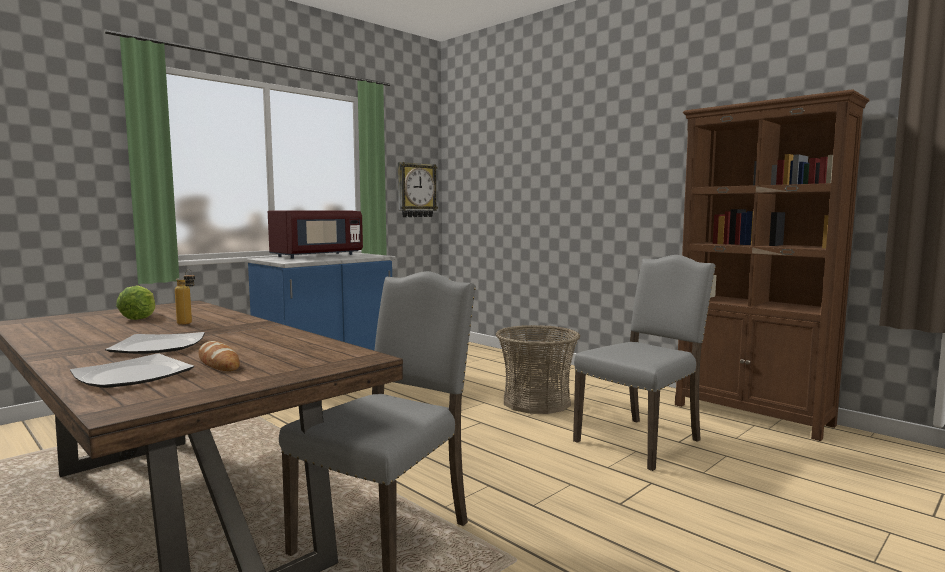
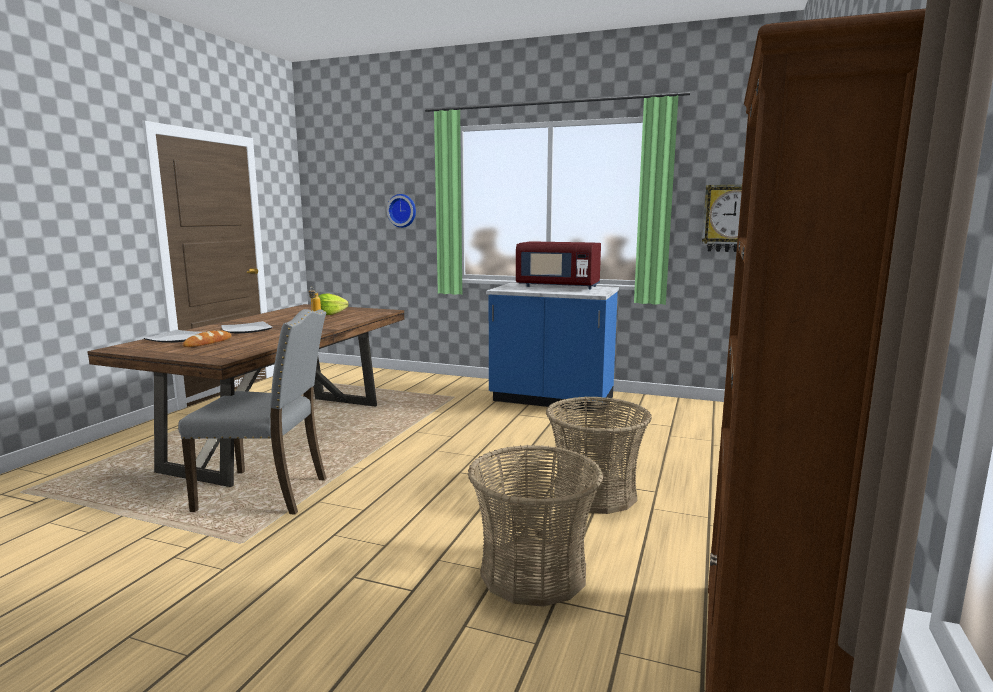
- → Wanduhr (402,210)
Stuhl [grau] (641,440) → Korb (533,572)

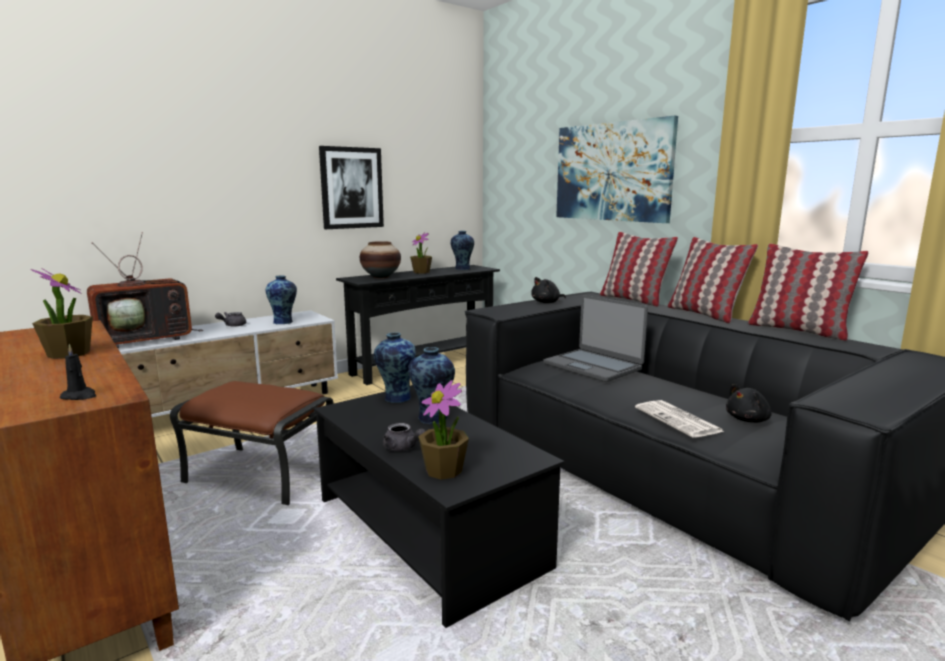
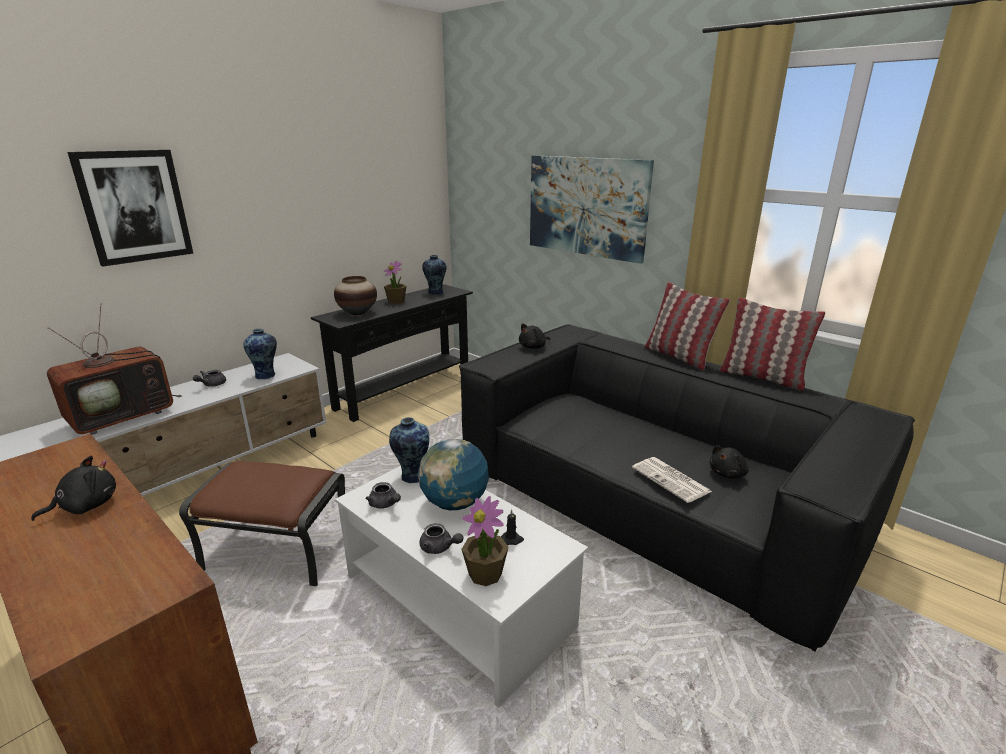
Topfpflanze (68,354) → Plüschtier [schwarz] (86,506)
Bild (351,188) → Bild (134,206), move
Couchtisch [schwarz] (428,533) → Couchtisch [weiß] (458,602)
- → Teekanne [grau] (385,504)
Vase (432,419) → Globus (455,503)
Kerze [schwarz] (79,396) → Kerze [schwarz] (512,539), move
Laptop (593,366) → -
Kissen (633,300) → -

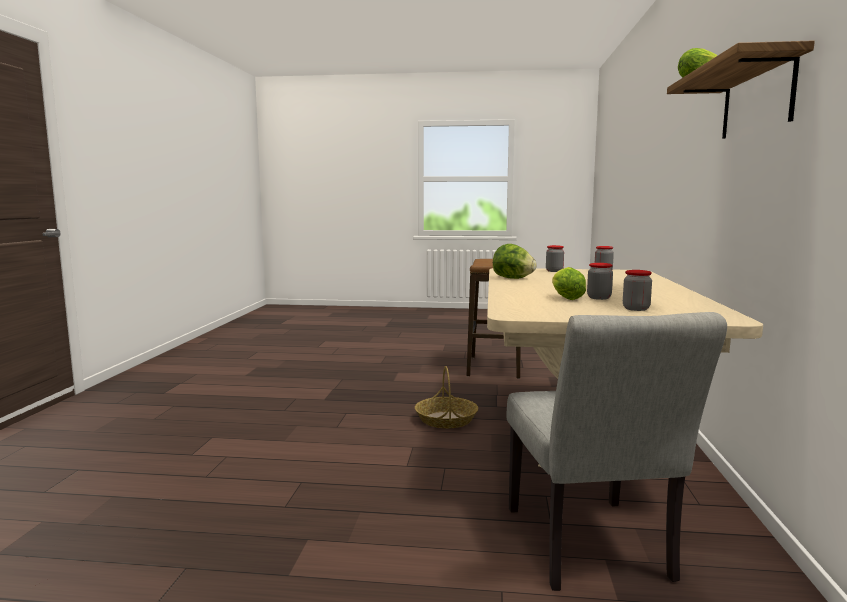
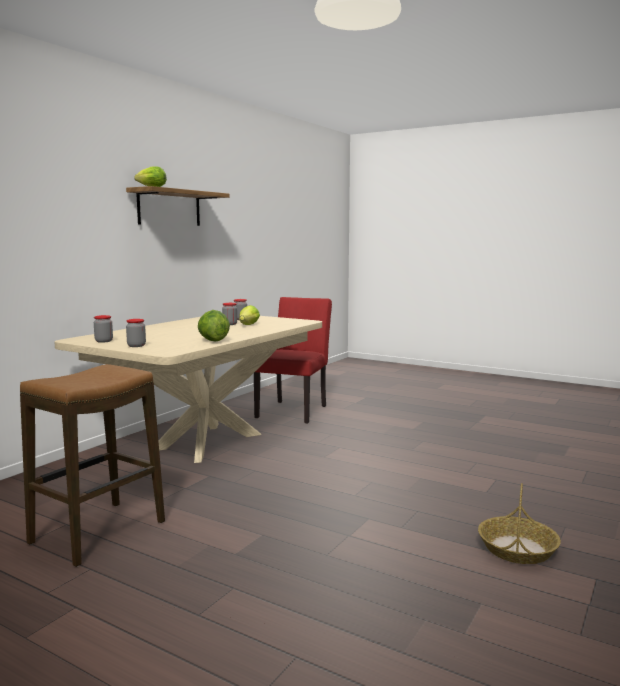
Stuhl [grau] (591,550) → Stuhl [rot] (294,410)
Korb (446,420) → Korb (517,549), move

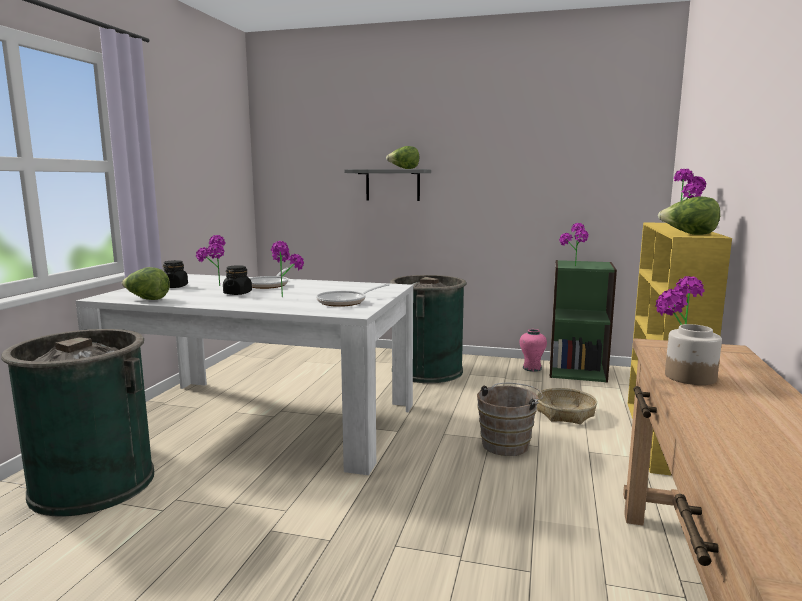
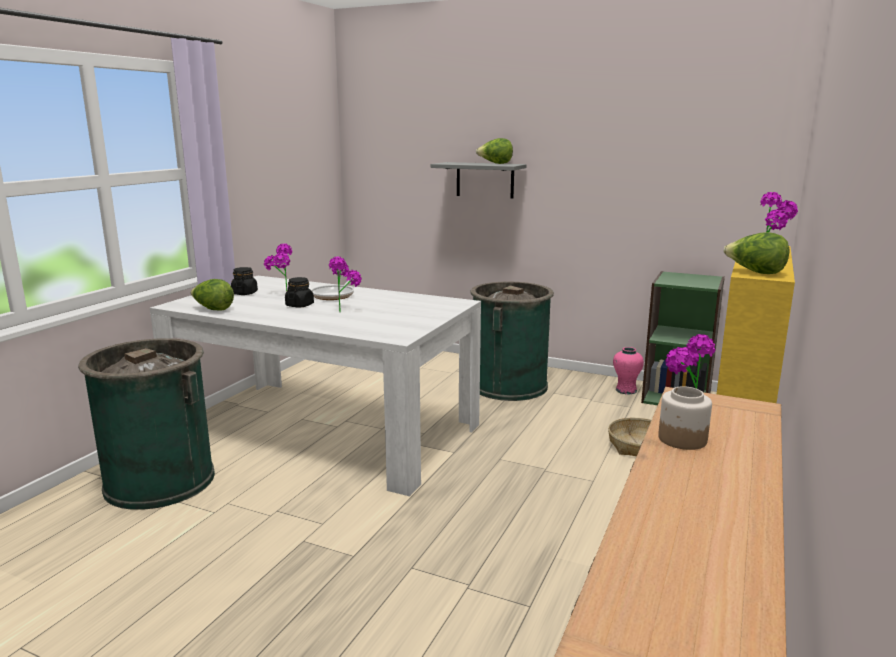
Pfanne (345,302) → -
Eimer [braun] (508,444) → -
Topfpflanze (573,266) → -

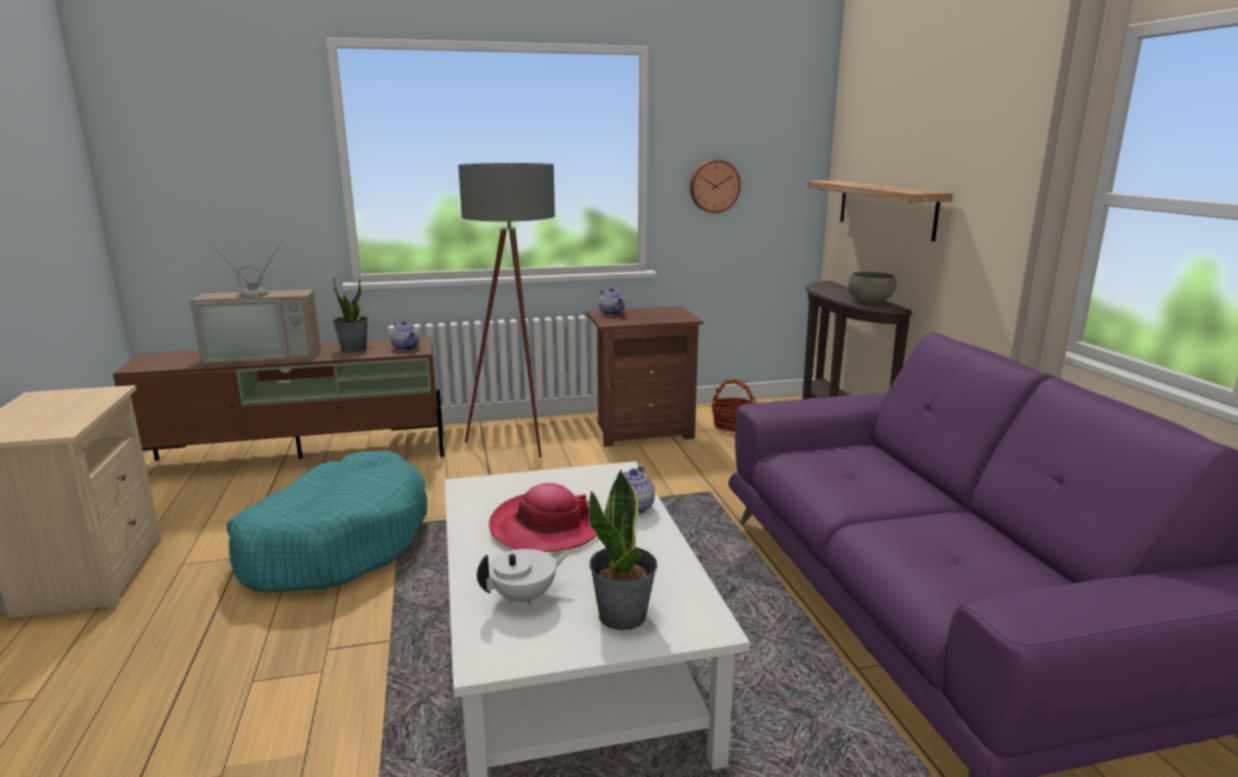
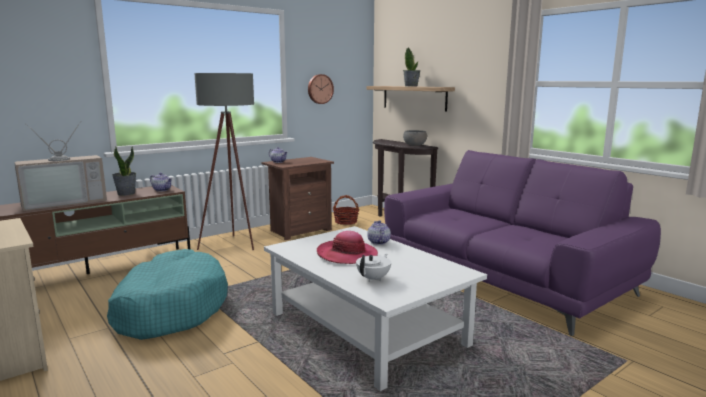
Topfpflanze (623,615) → Topfpflanze (411,86), move

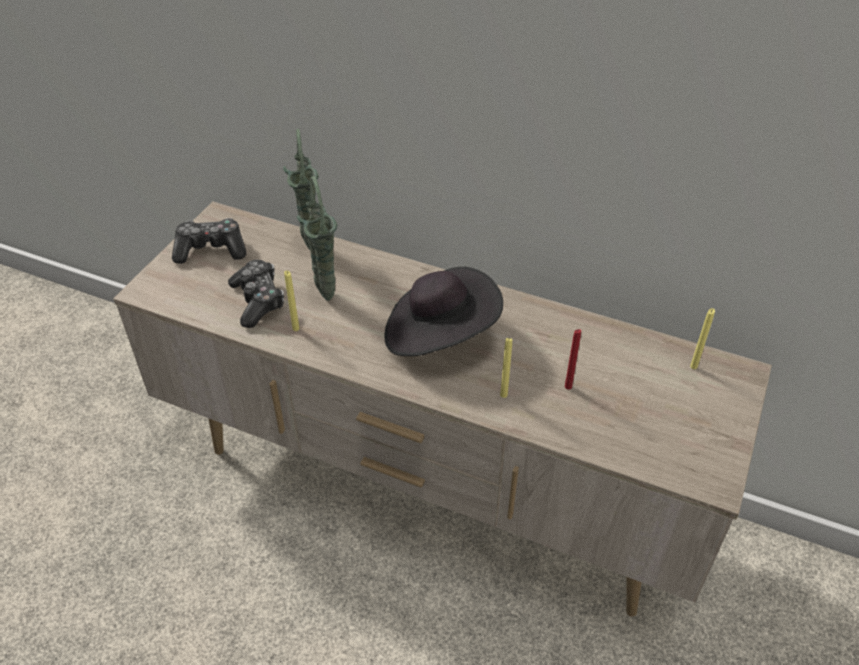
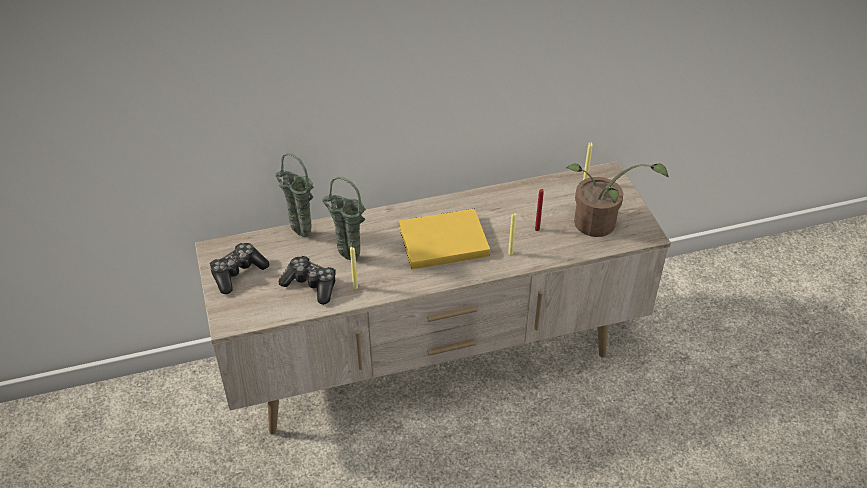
Hut [schwarz] (439,334) → Buch [gelb] (441,241)
- → Topfpflanze (599,226)

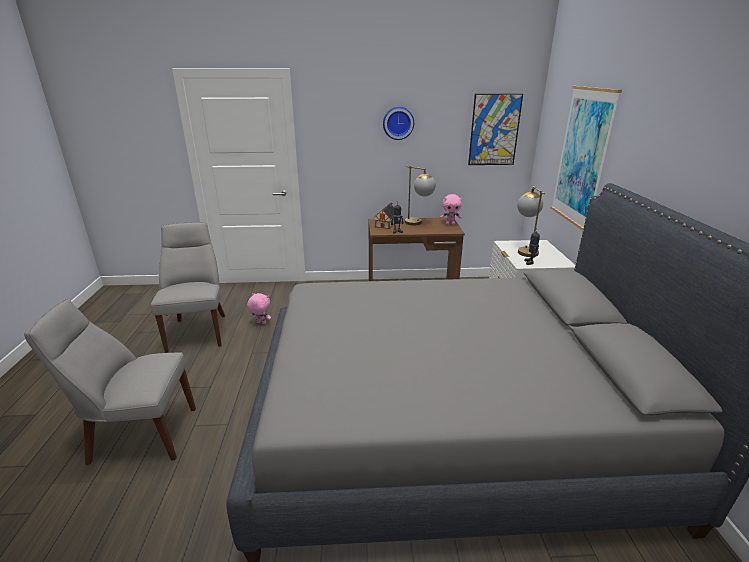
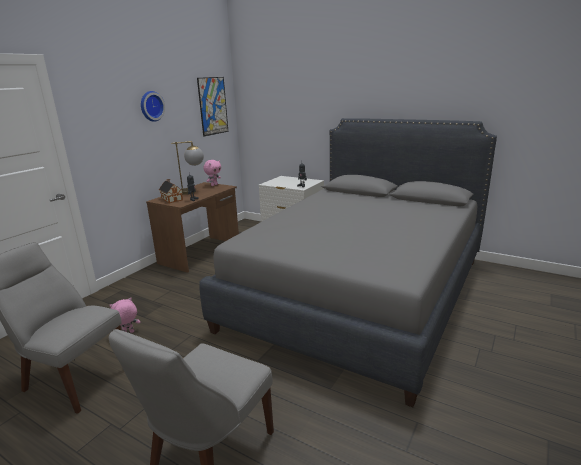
Tischlampe (524,250) → -
Bild (582,157) → -

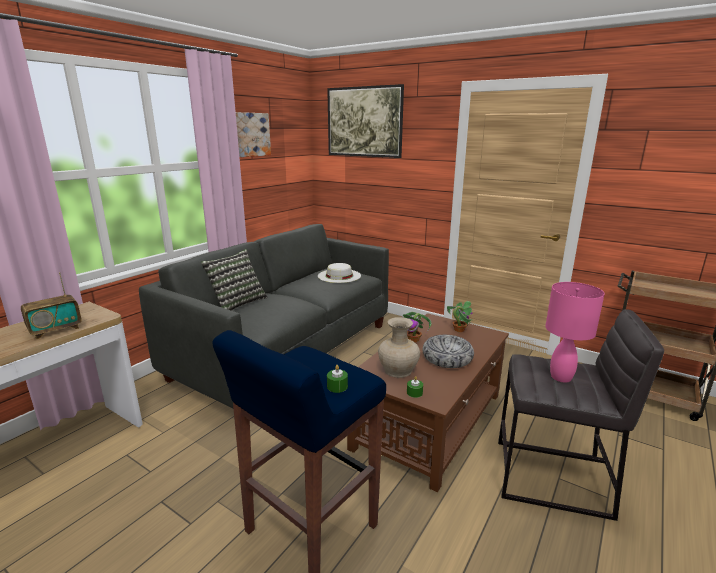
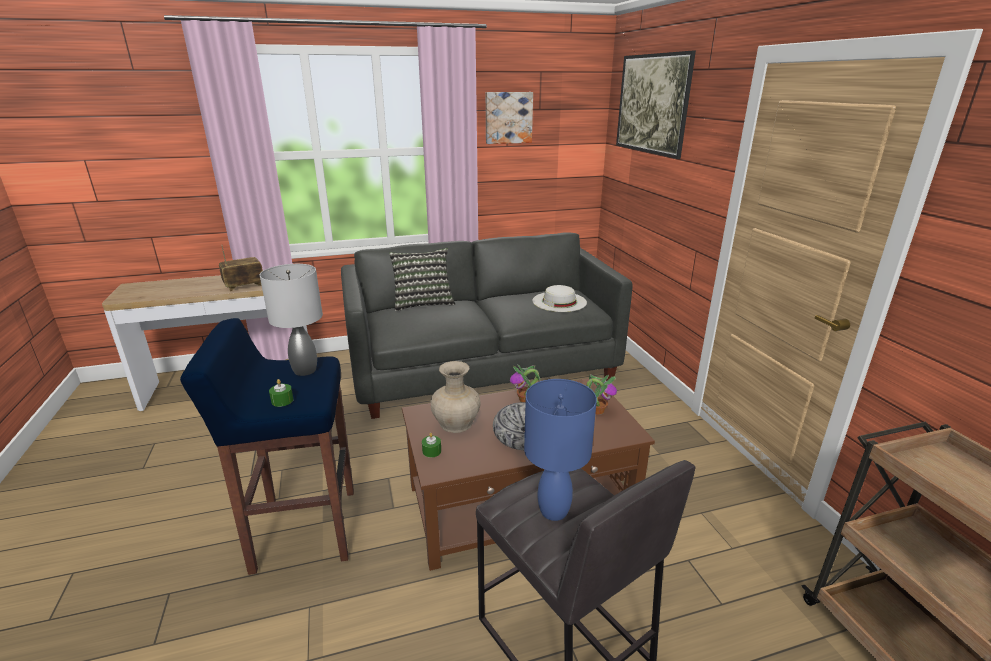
Radio (56,330) → Radio (244,286), 150 degrees clockwise
- → Tischlampe [grau] (304,371)
Tischlampe [rosa] (562,377) → Tischlampe [blau] (554,511)

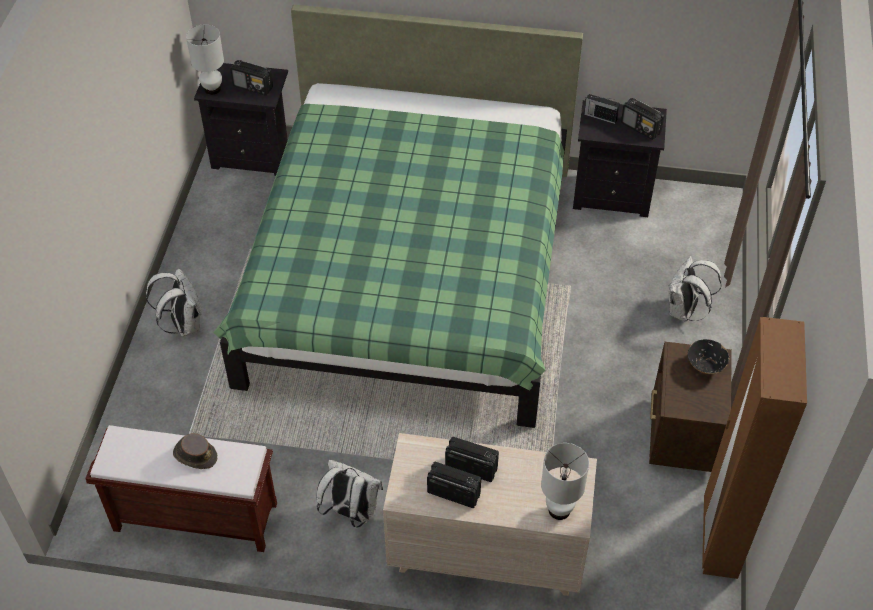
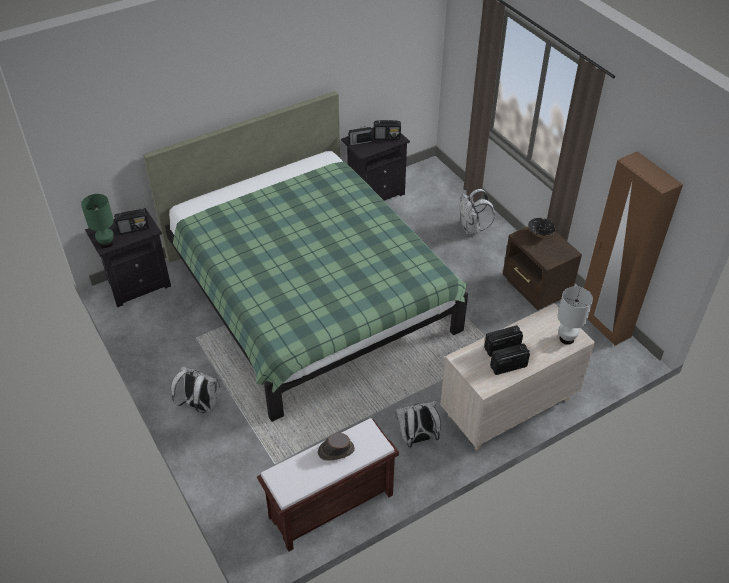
Tischlampe [weiß] (212,89) → Tischlampe [grün] (107,243)

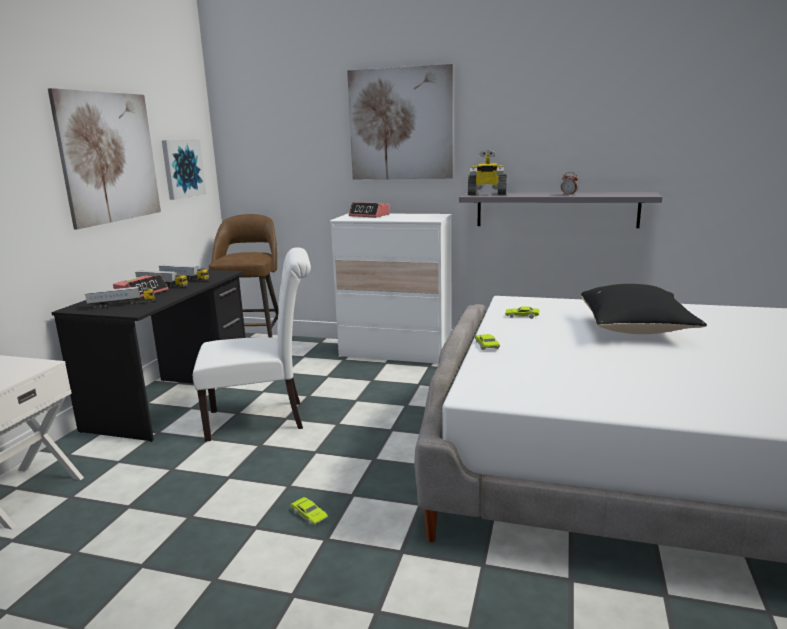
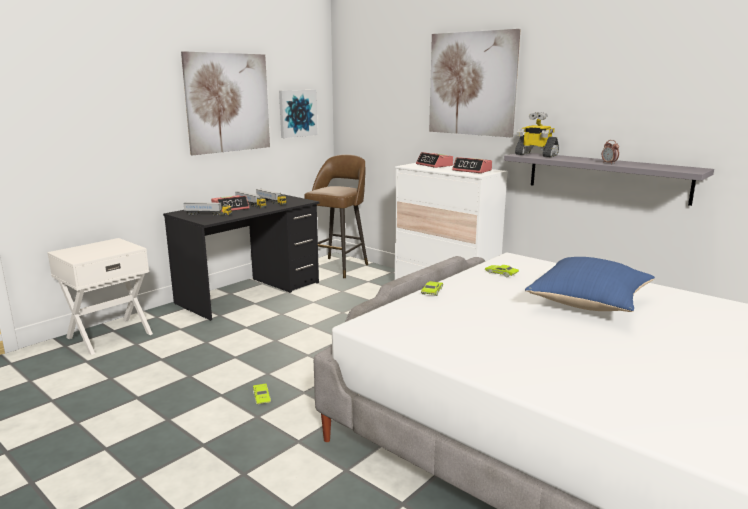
- → Wecker (472,170)
Kissen [schwarz] (636,330) → Kissen [blau] (589,305)
Stuhl [weiß] (263,419) → -

